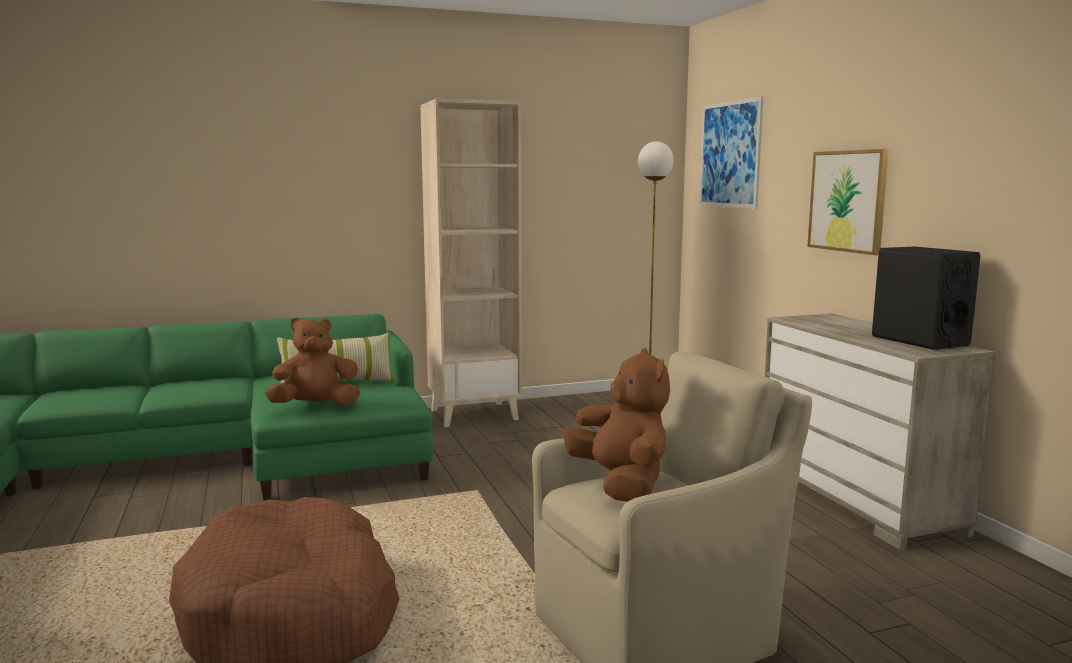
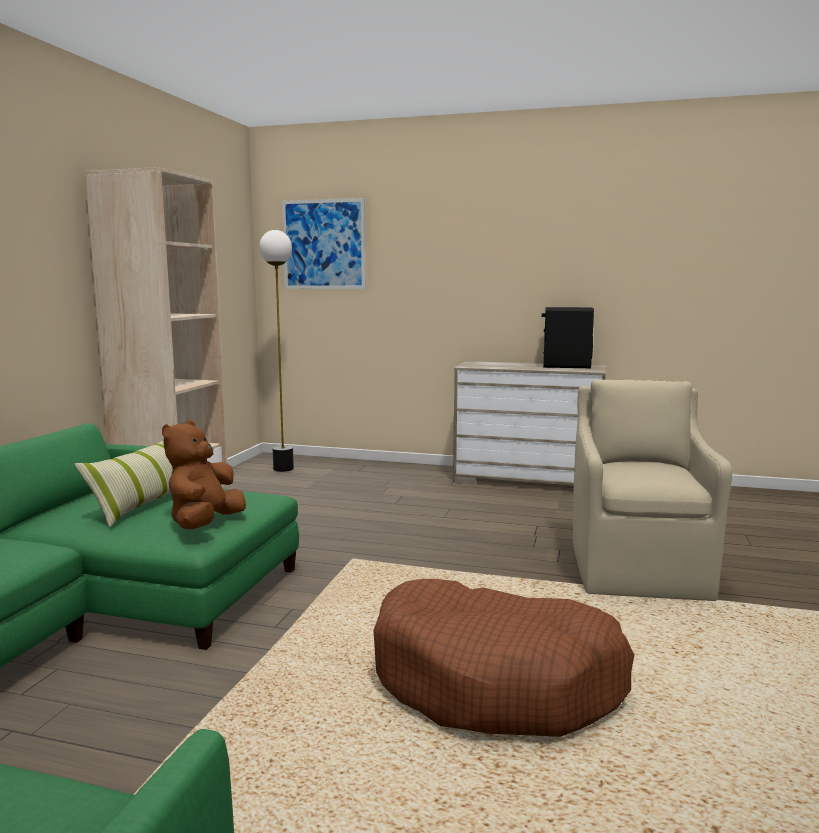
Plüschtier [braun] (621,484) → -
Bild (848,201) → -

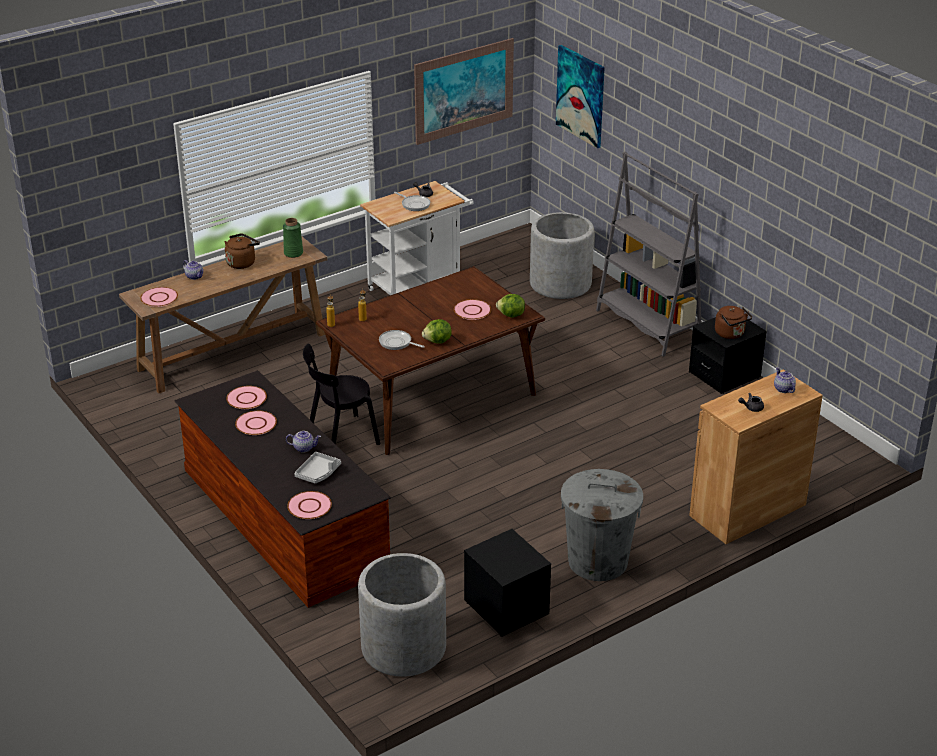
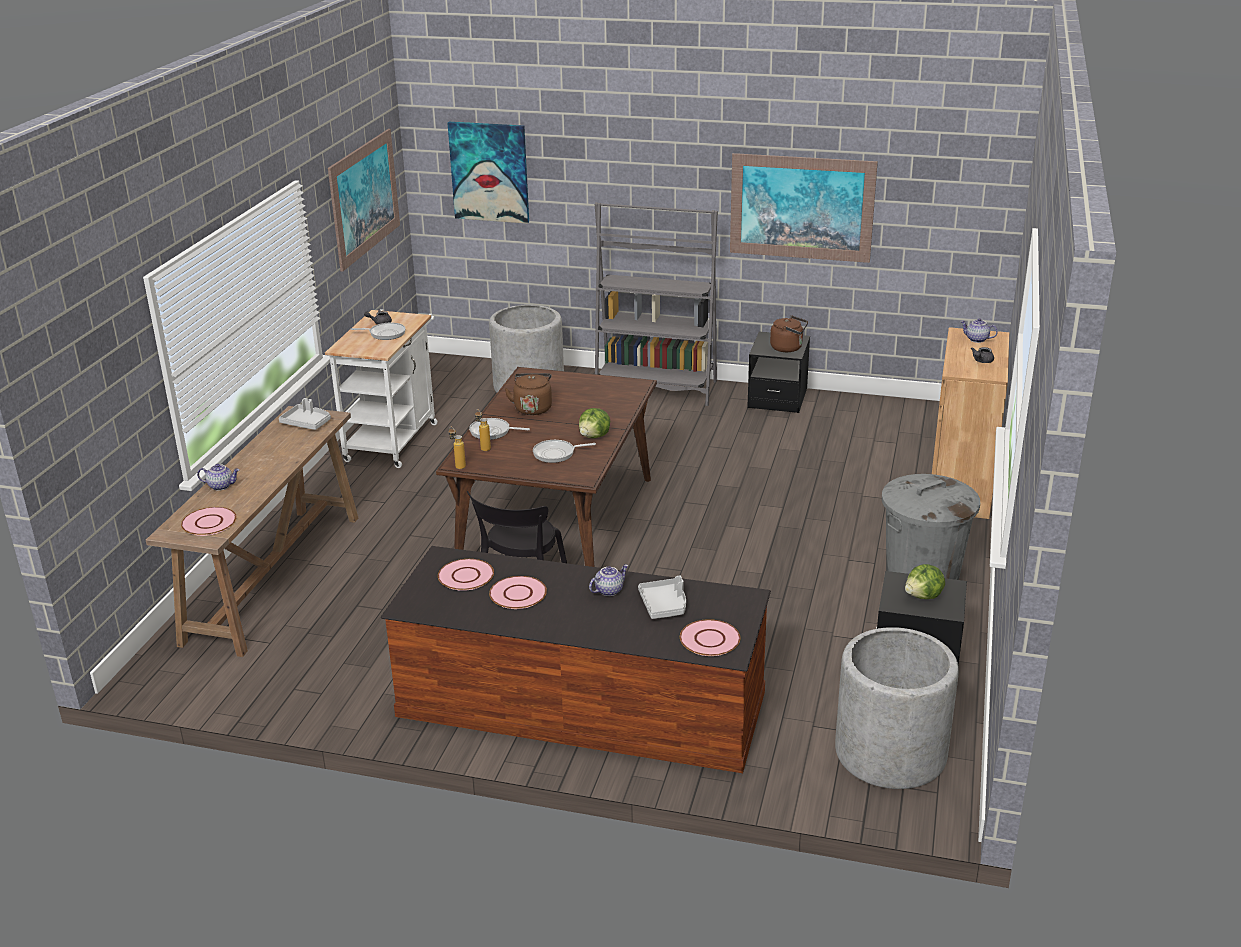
Vase [grün] (293,253) → Tablett [grau] (307,423)
- → Pfanne (492,432)
Wasserkessel [braun] (242,262) → Wasserkessel [braun] (532,408), move
- → Bild (801,207)
Salatkopf (511,315) → Salatkopf (924,596), move
Teller [rosa] (472,310) → -

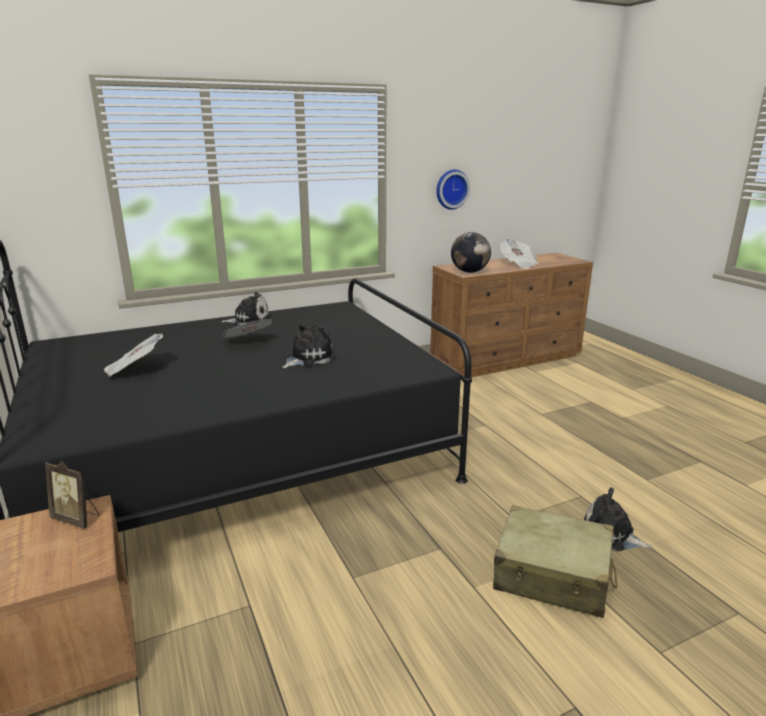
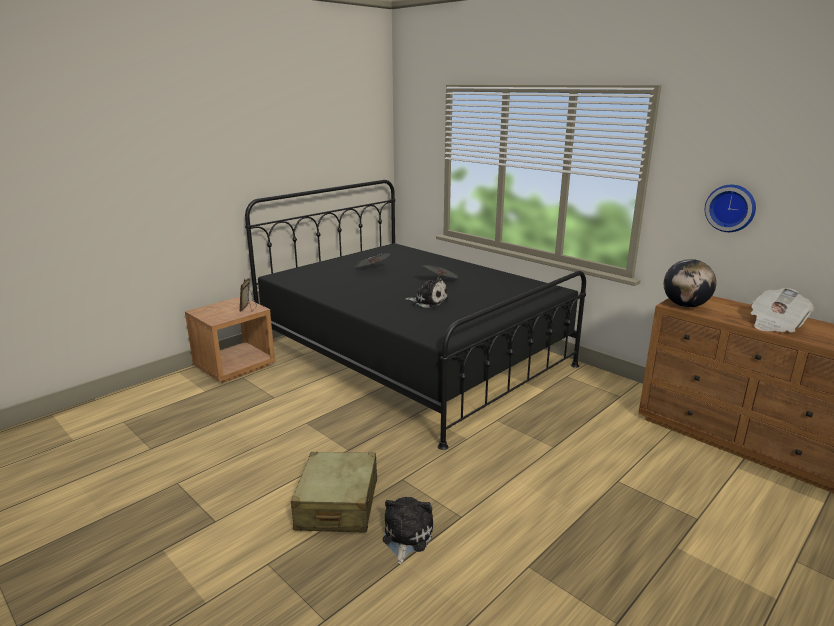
Plüschtier (249,321) → -

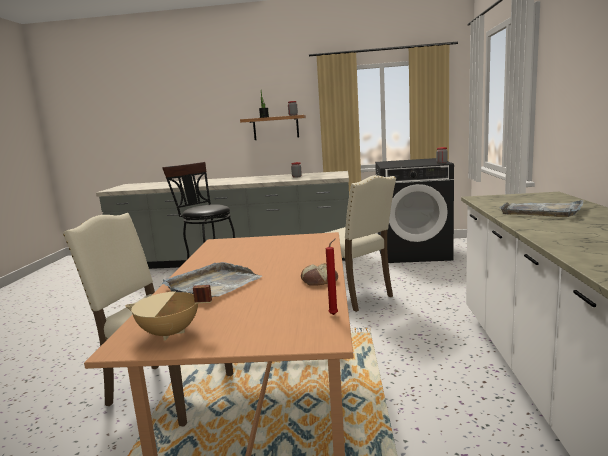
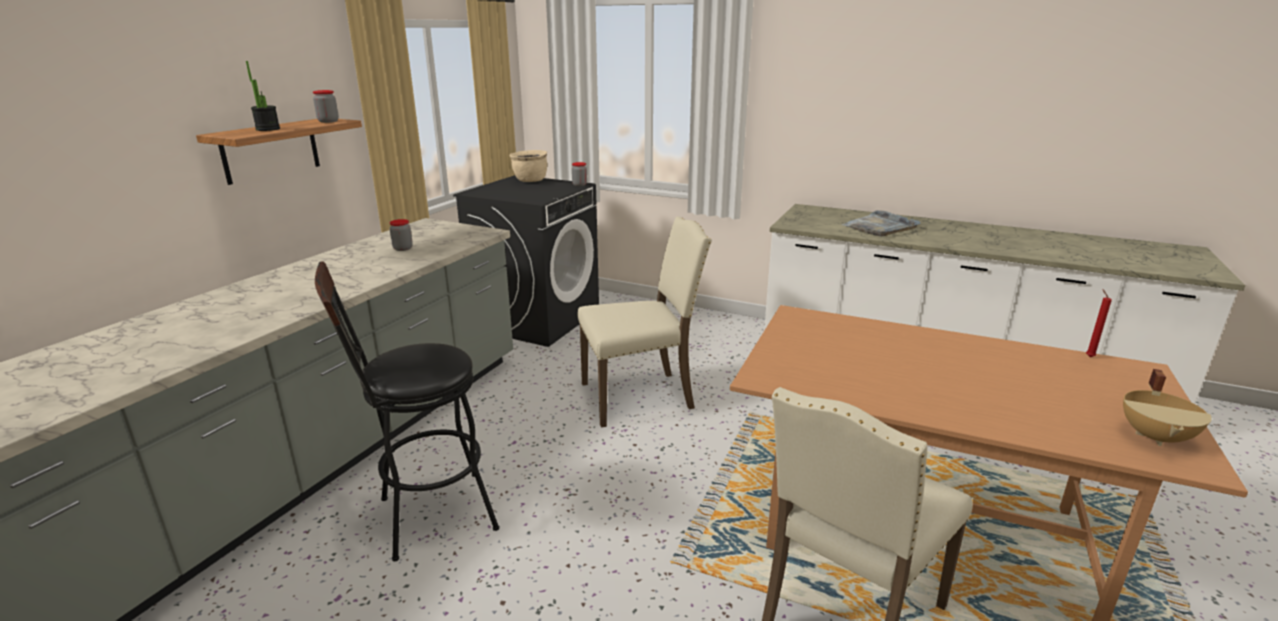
- → Kochtopf [beige] (530,181)
Tablett [grau] (212,285) → -
Brot (319,281) → -

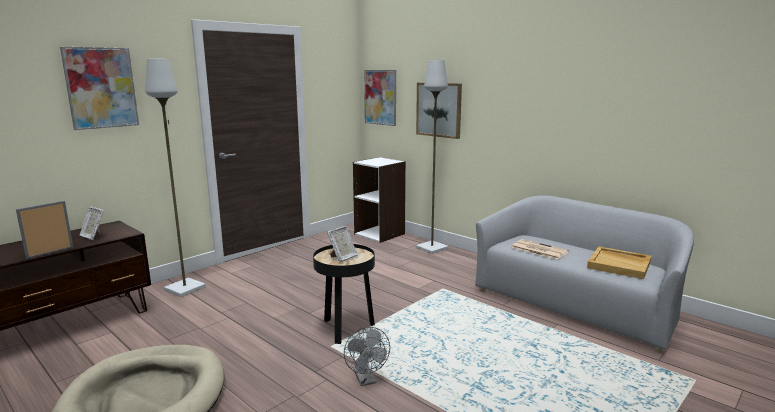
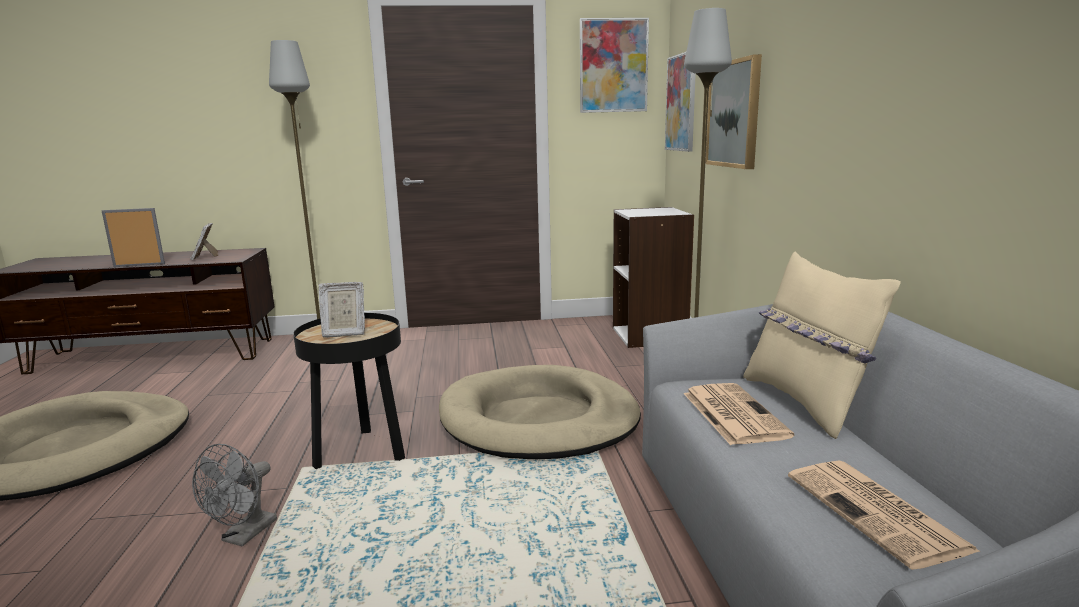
- → Hundebett [beige] (539,419)
Bild (101,88) → Bild (613,66), move
- → Kissen [beige] (805,403)
Tablett [beige] (619,265) → Zeitung (878,513)

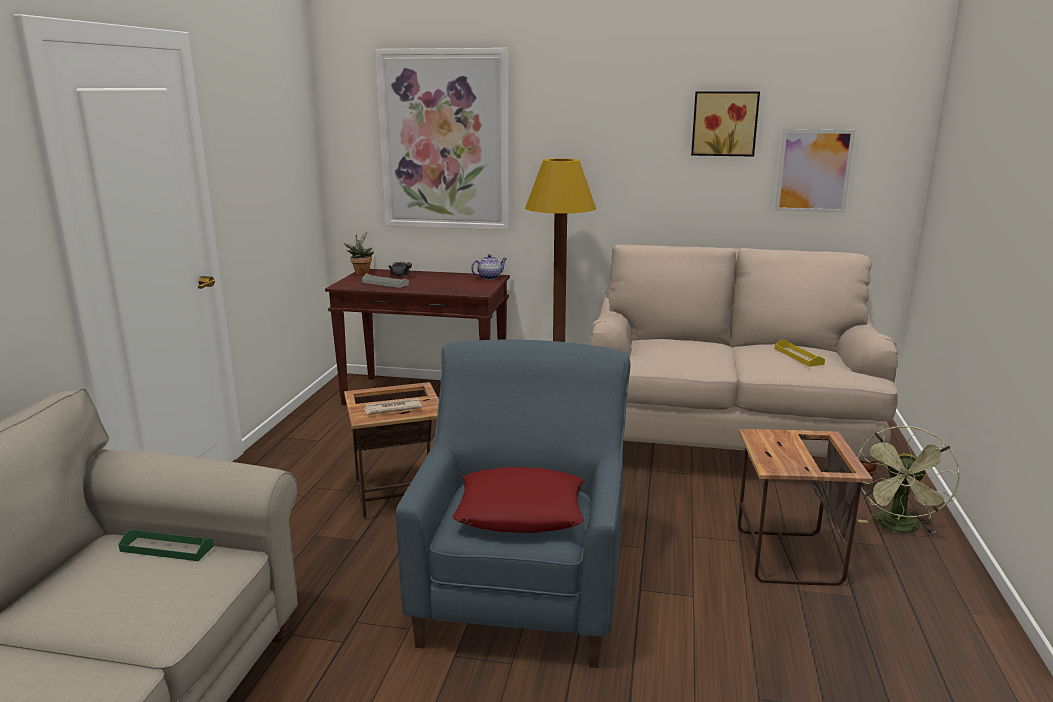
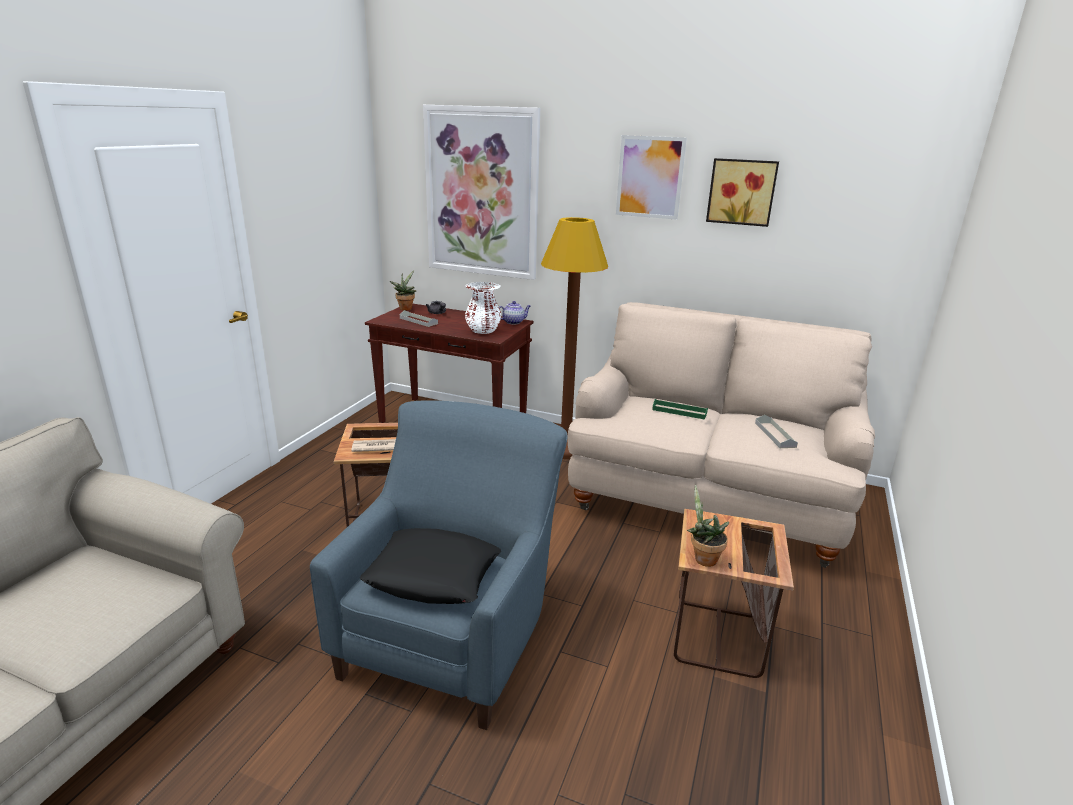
Kissen [rot] (521,511) → Kissen [schwarz] (433,575)
- → Vase [weiß] (483,330)
Bild (813,171) → Bild (650,177), move
Tablett [grün] (167,548) → Tablett [grün] (679,411), move
- → Topfpflanze (702,558)
Tablett [gelb] (798,356) → Tablett [grau] (775,435)
Ventilator [grün] (898,528) → -

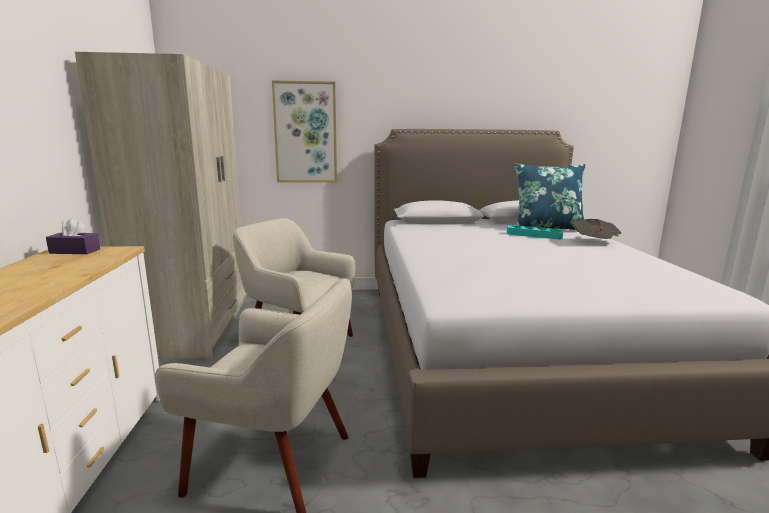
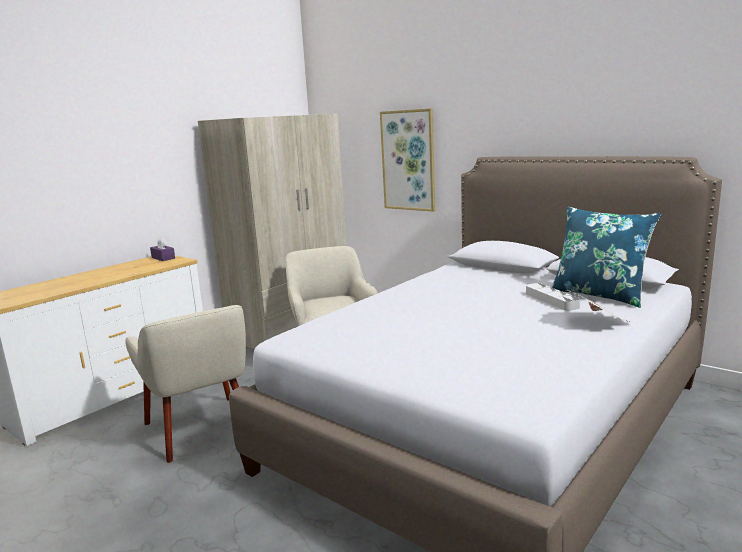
Tablett [türkis] (534,235) → Tablett [grau] (551,300)

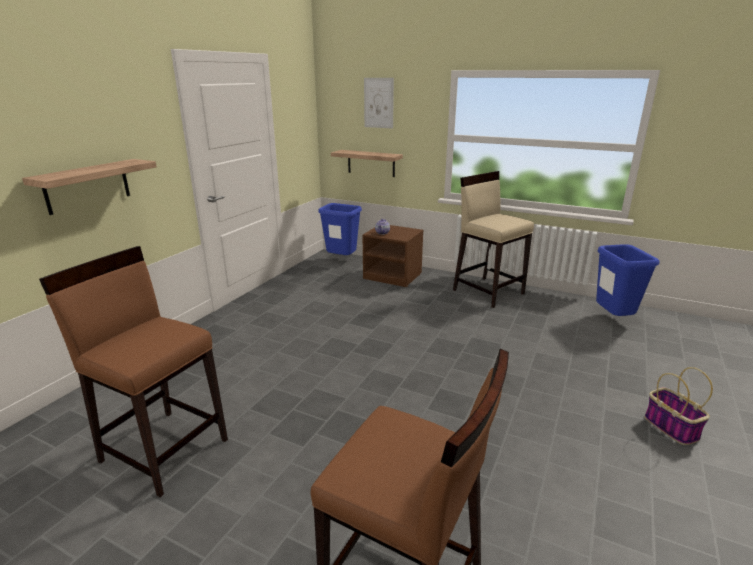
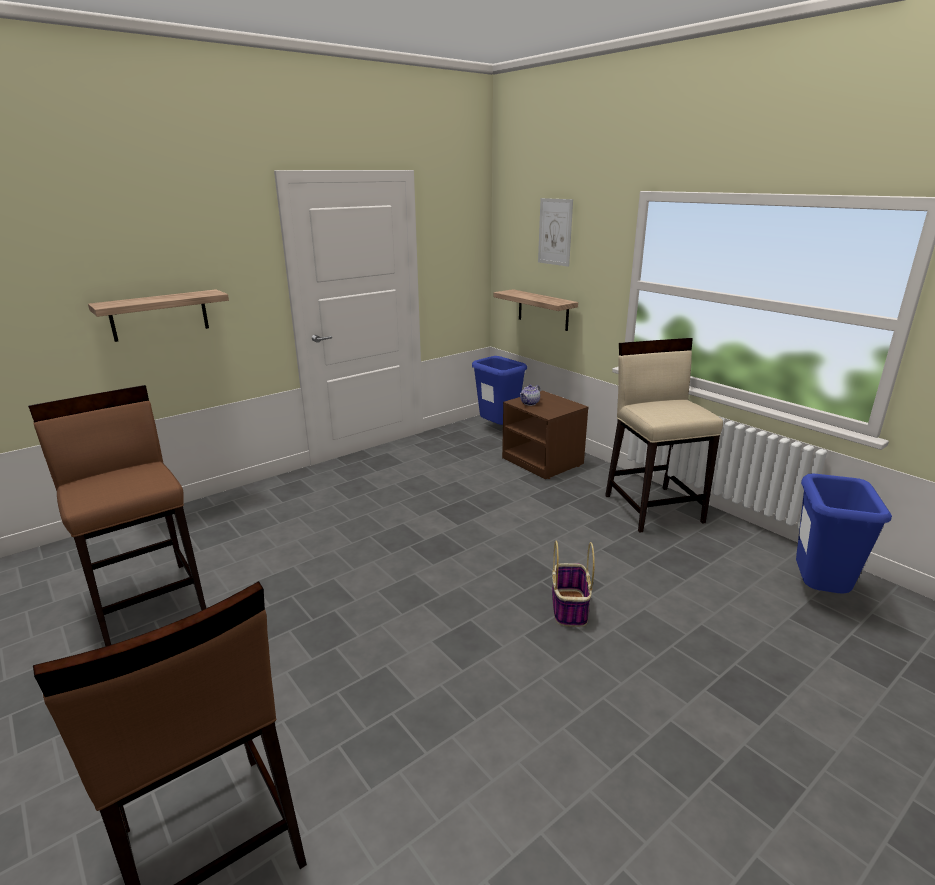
Korb (670,427) → Korb (569,607), move

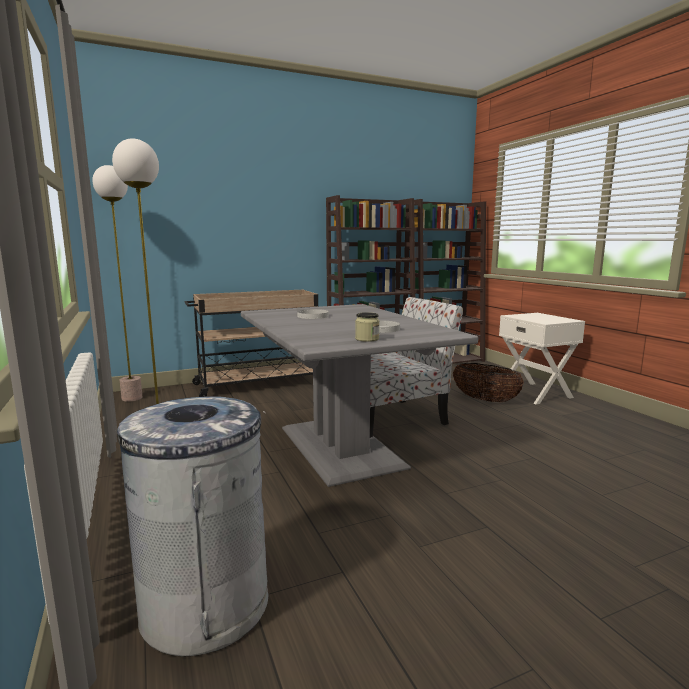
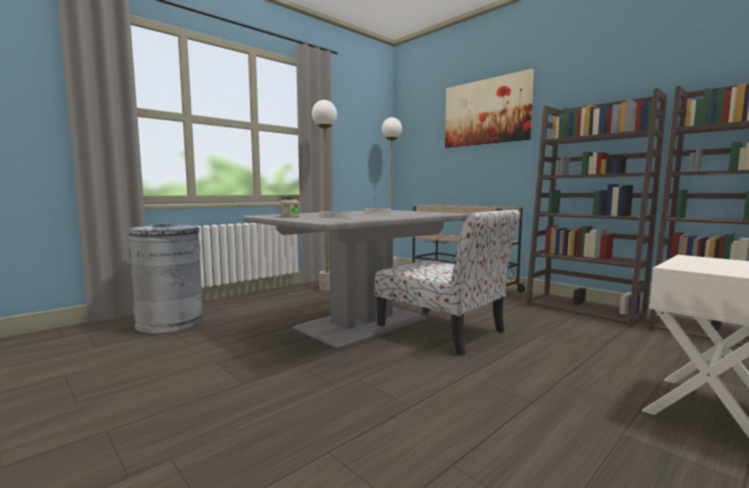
- → Bild (486,112)
Korb (485,400) → -

